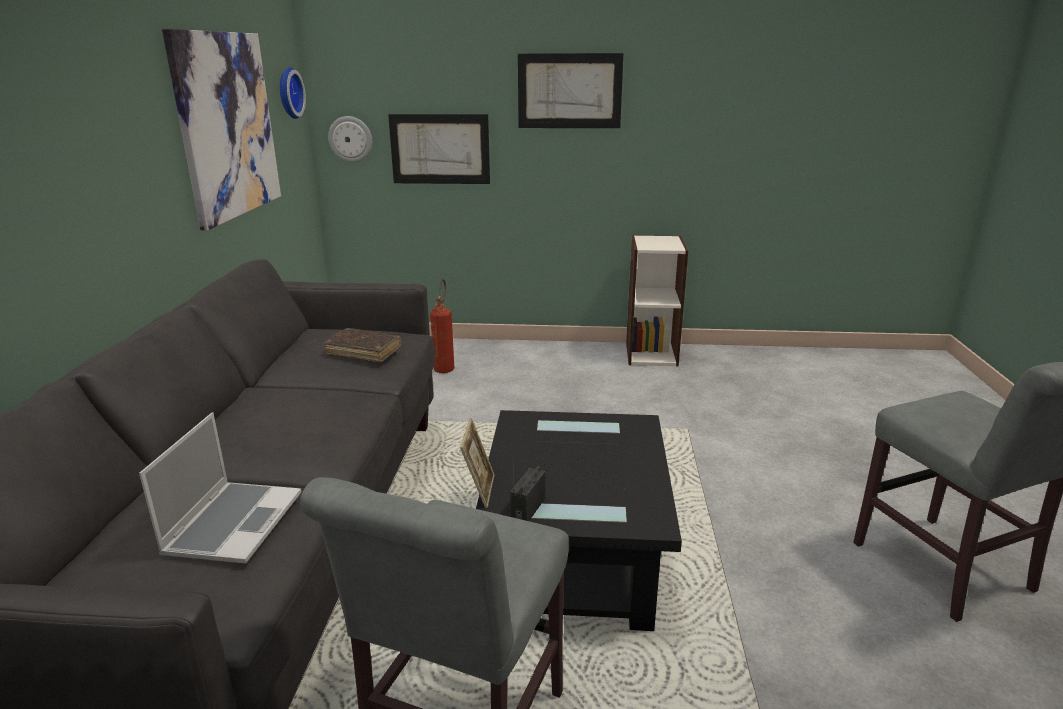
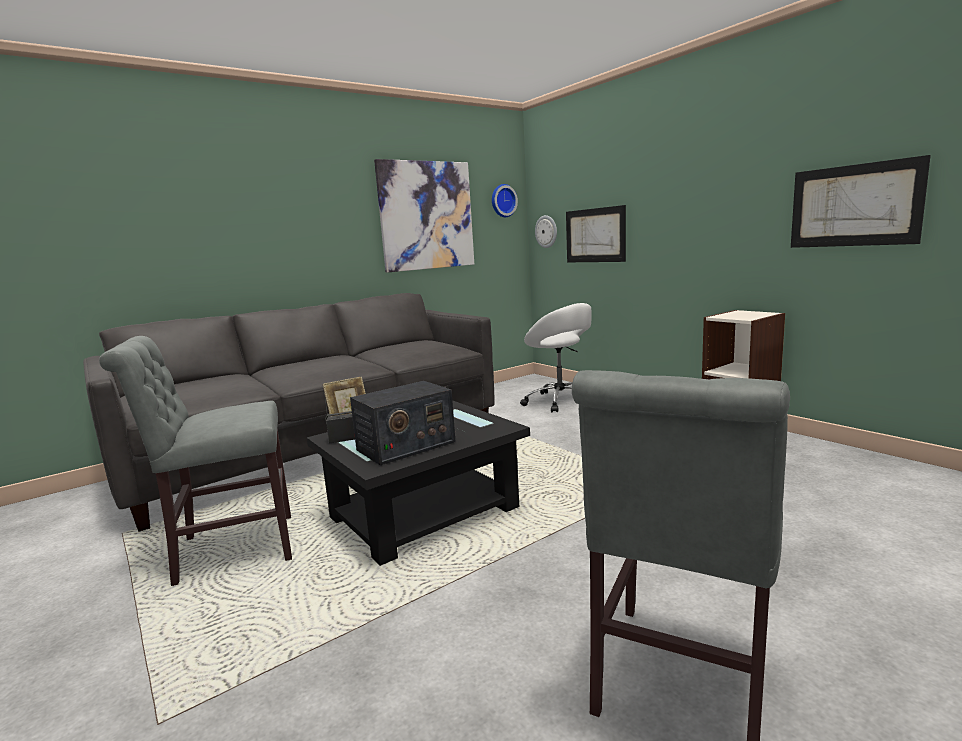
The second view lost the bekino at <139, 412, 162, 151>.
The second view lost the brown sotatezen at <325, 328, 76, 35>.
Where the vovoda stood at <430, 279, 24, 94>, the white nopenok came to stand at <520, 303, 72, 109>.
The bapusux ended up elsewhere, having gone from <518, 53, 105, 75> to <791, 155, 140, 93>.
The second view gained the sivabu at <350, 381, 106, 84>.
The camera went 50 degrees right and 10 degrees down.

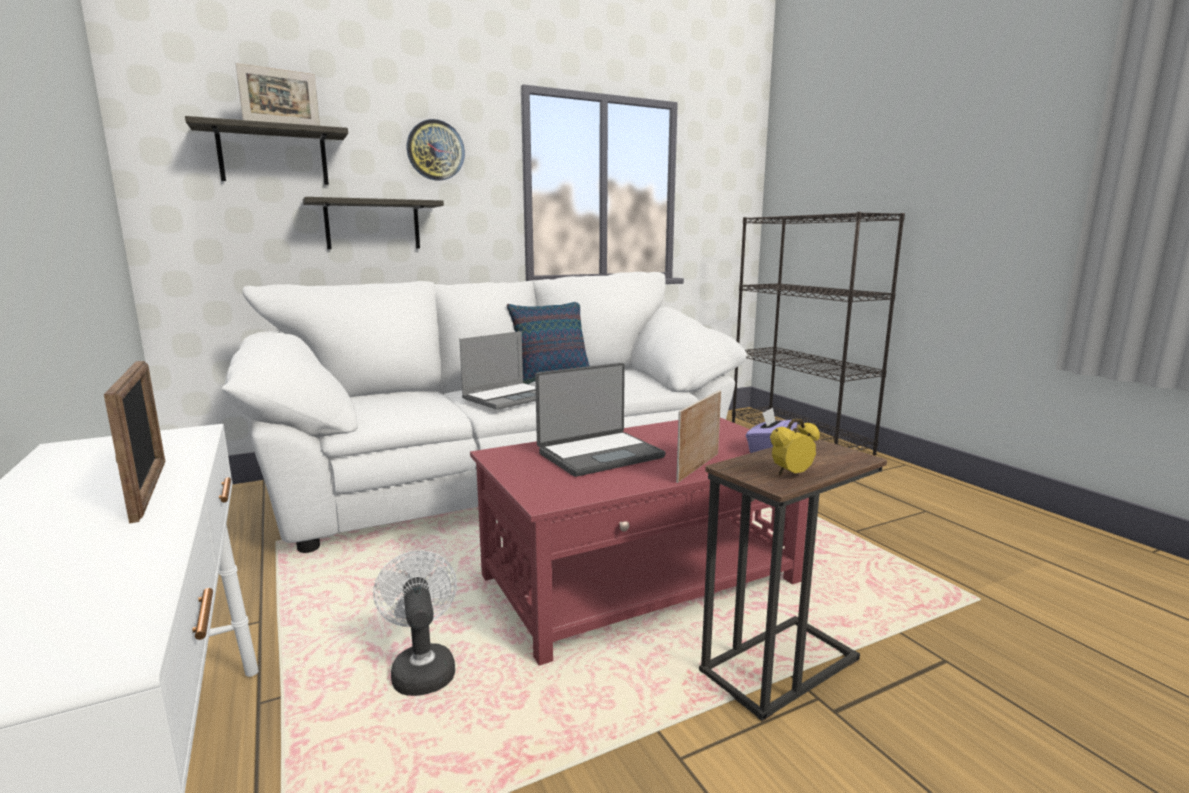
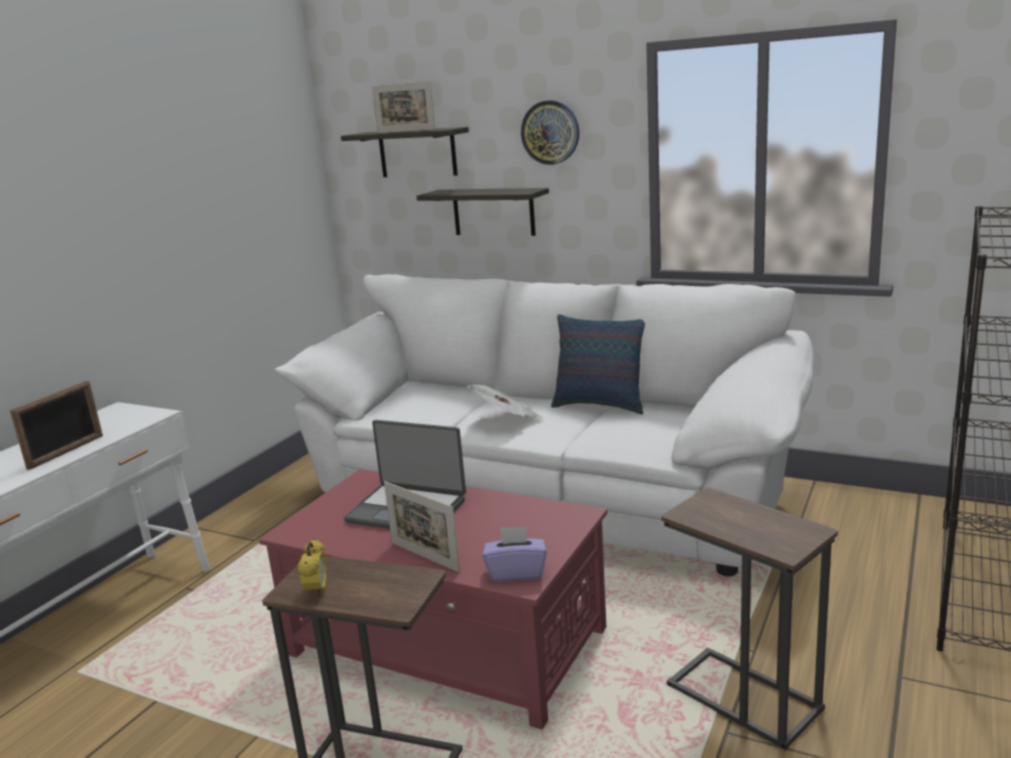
The second view lost the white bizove at <373, 550, 84, 146>.
Where the bekino stood at <459, 331, 77, 79>, the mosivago came to stand at <467, 385, 77, 33>.
The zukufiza at <676, 390, 45, 93> ended up facing another way, 135 degrees counterclockwise from before.
The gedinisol at <770, 419, 50, 56> ended up facing another way, 60 degrees clockwise from before.
The second view gained the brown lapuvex at <661, 487, 177, 263>.
The camera went 55 degrees right and 5 degrees up.

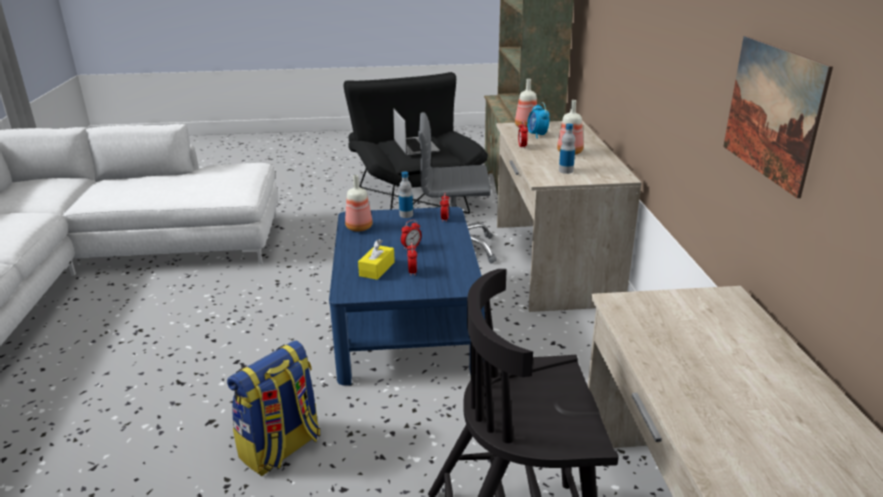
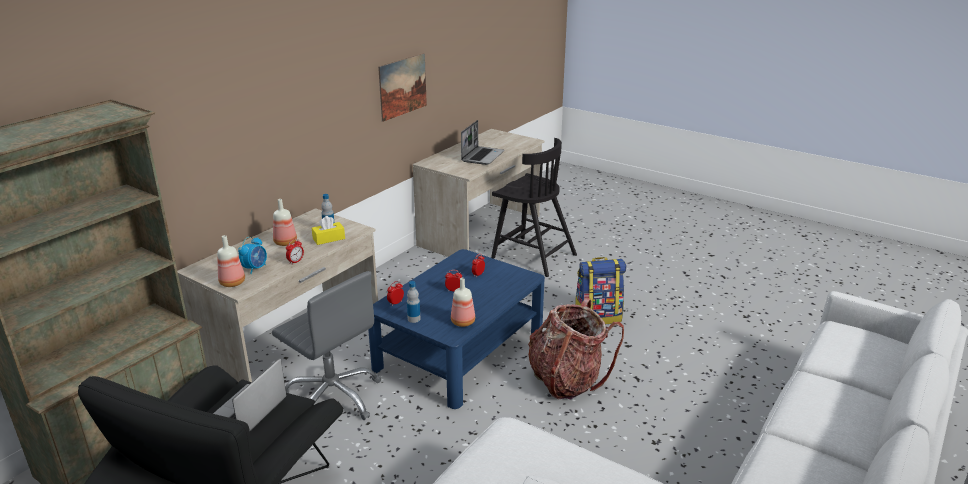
The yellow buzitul ended up elsewhere, having gone from <358, 239, 37, 41> to <312, 216, 33, 29>.
The second view gained the bekino at <461, 120, 43, 45>.
The second view gained the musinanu at <528, 298, 96, 101>.
The camera went 140 degrees left and 0 degrees up.

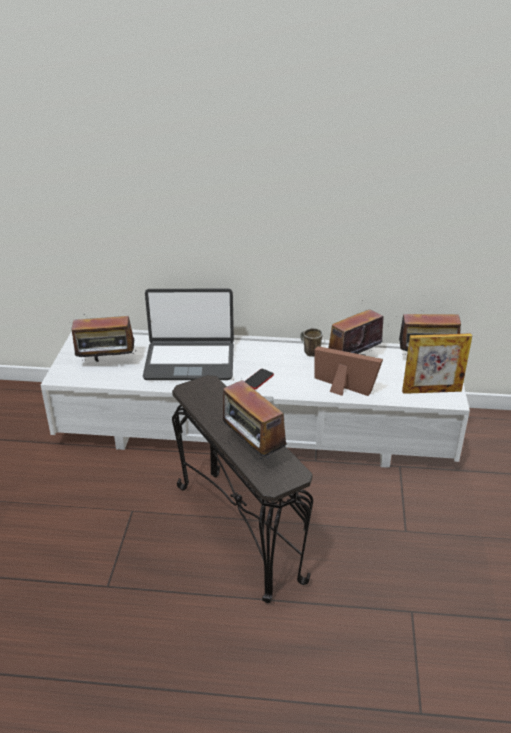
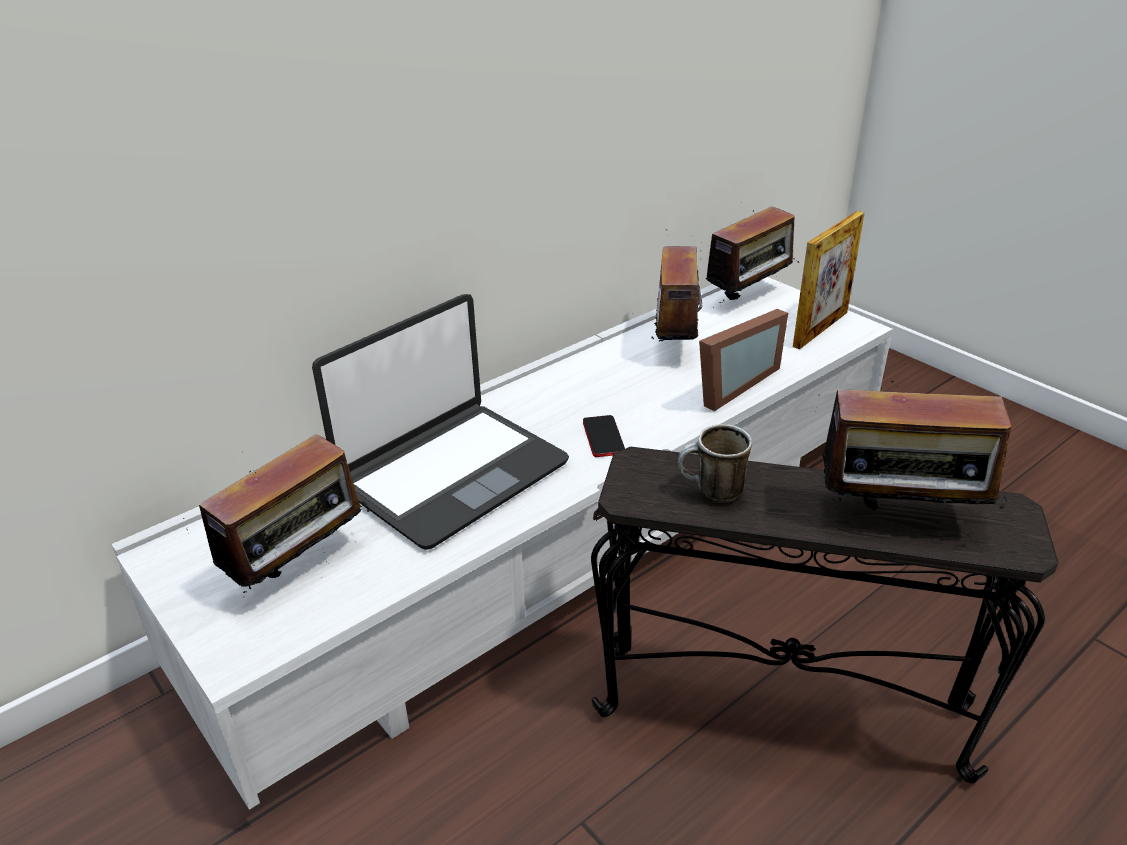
The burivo ended up elsewhere, having gone from <300, 328, 23, 29> to <678, 424, 74, 79>.
The zukufiza at <314, 346, 69, 50> ended up facing another way, 150 degrees clockwise from before.
The camera went 45 degrees left and 0 degrees up.

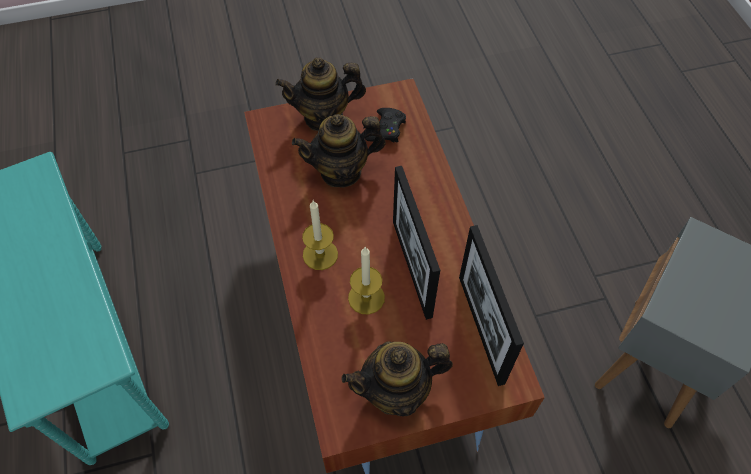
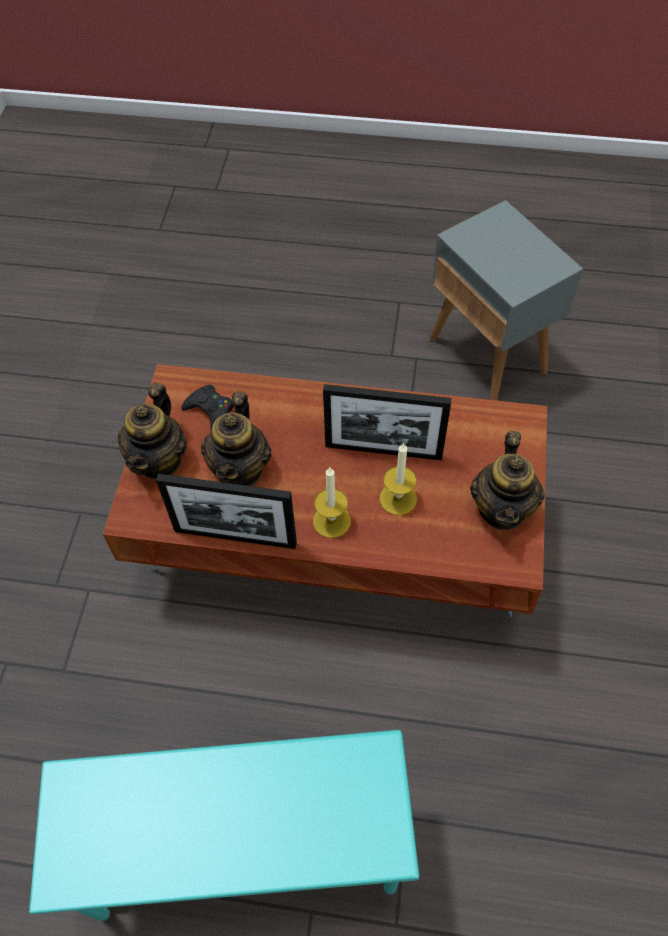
The zukufiza ended up elsewhere, having gone from <459, 225, 65, 161> to <156, 474, 141, 75>.
The camera went 65 degrees left and 0 degrees up.

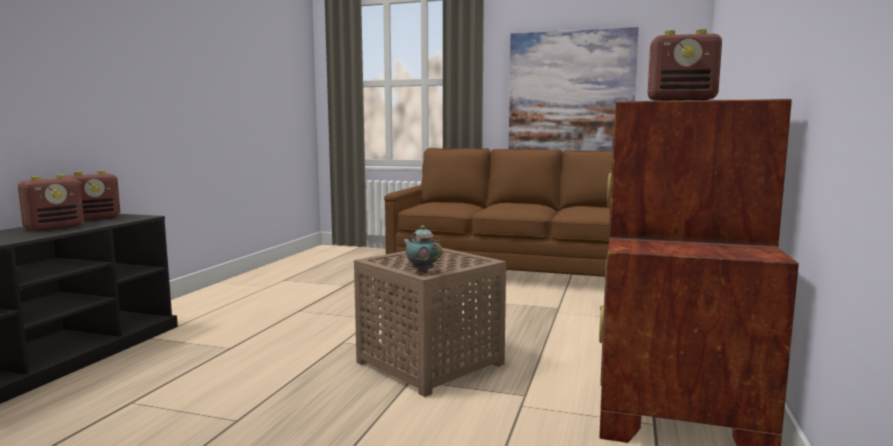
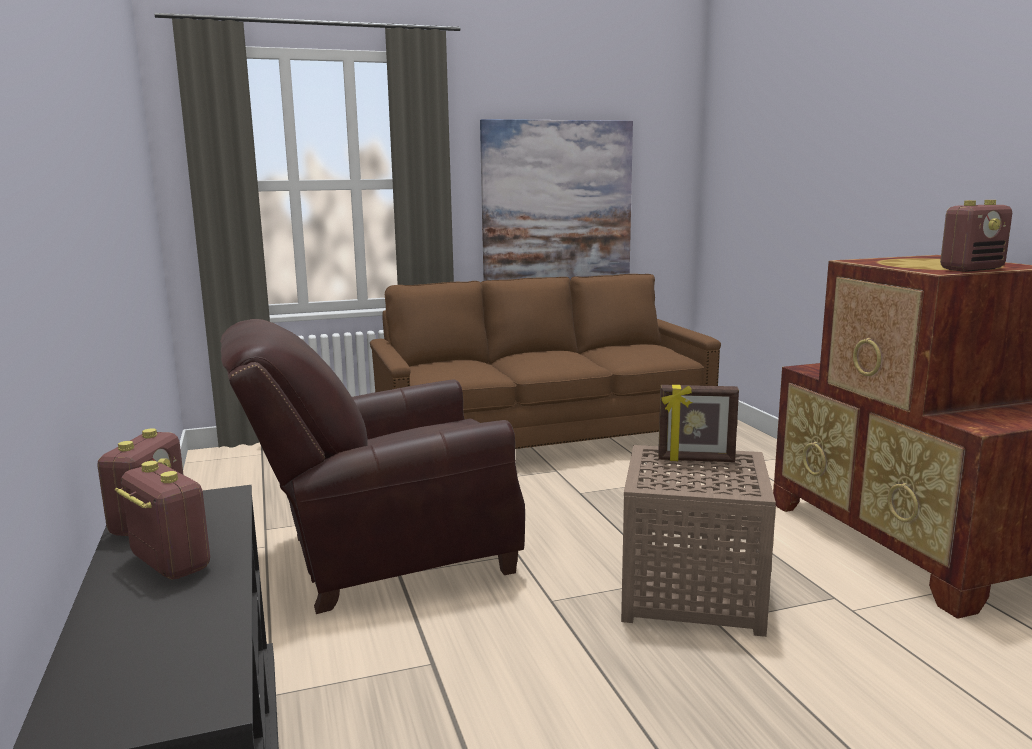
The sivabu at <18, 175, 66, 56> ended up facing another way, 45 degrees counterclockwise from before.
The second view lost the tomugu at <402, 226, 40, 47>.
The second view gained the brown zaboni at <220, 319, 305, 295>.
The second view gained the zukufiza at <658, 385, 81, 77>.
The camera went 35 degrees left and 5 degrees up.

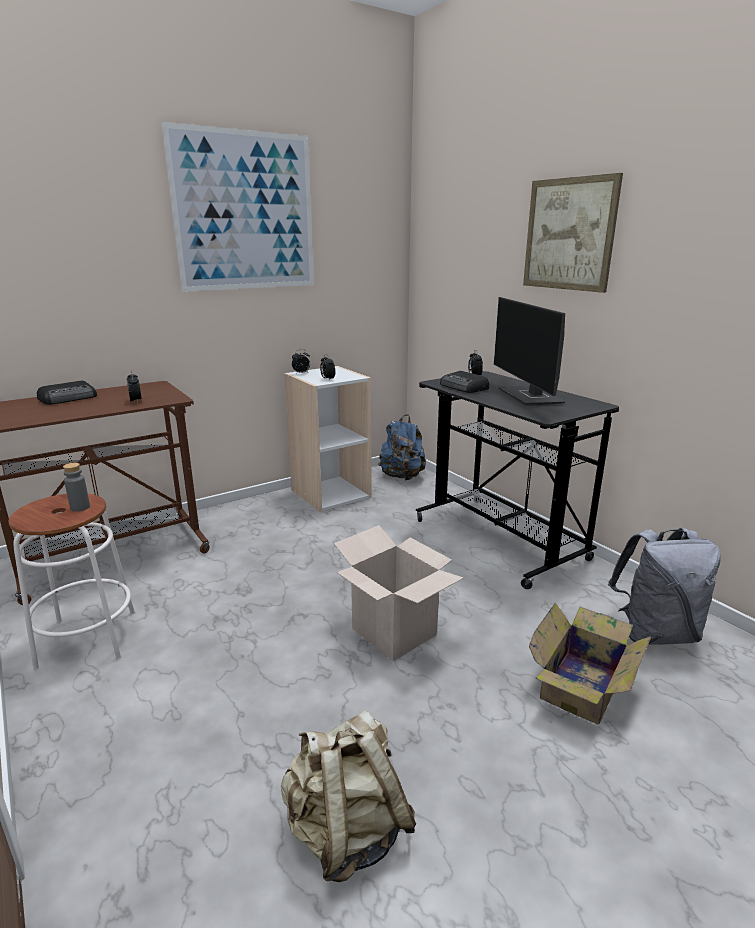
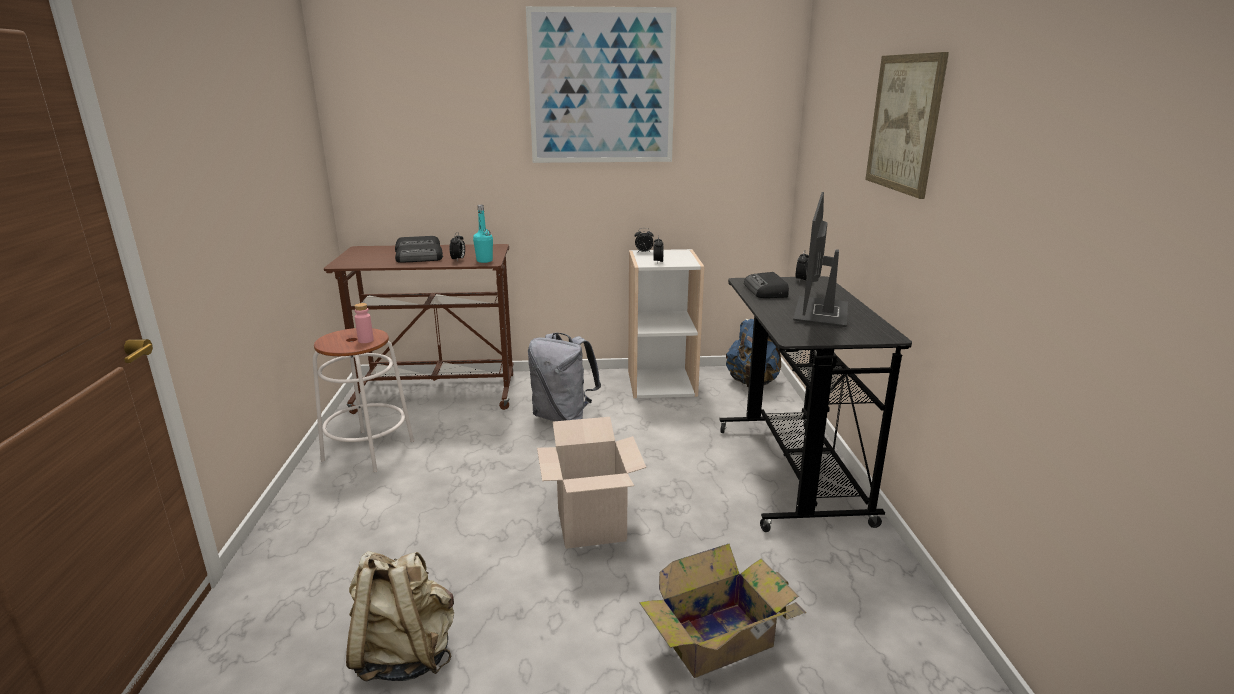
What was the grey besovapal at <63, 463, 27, 49> turned into the pink besovapal at <354, 303, 20, 40>.
The grey musinanu ended up elsewhere, having gone from <608, 528, 113, 117> to <528, 333, 73, 88>.
The second view gained the sivabu at <395, 244, 48, 19>.
The second view gained the turquoise besovapal at <473, 205, 20, 58>.
The camera went 30 degrees right and 0 degrees up.

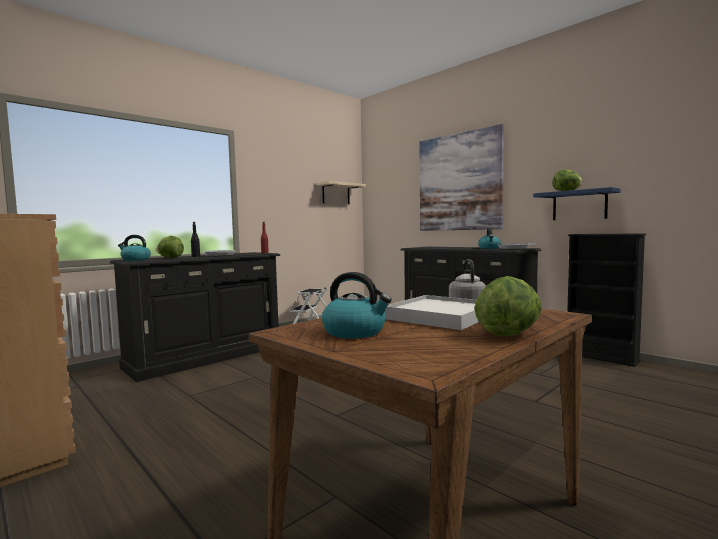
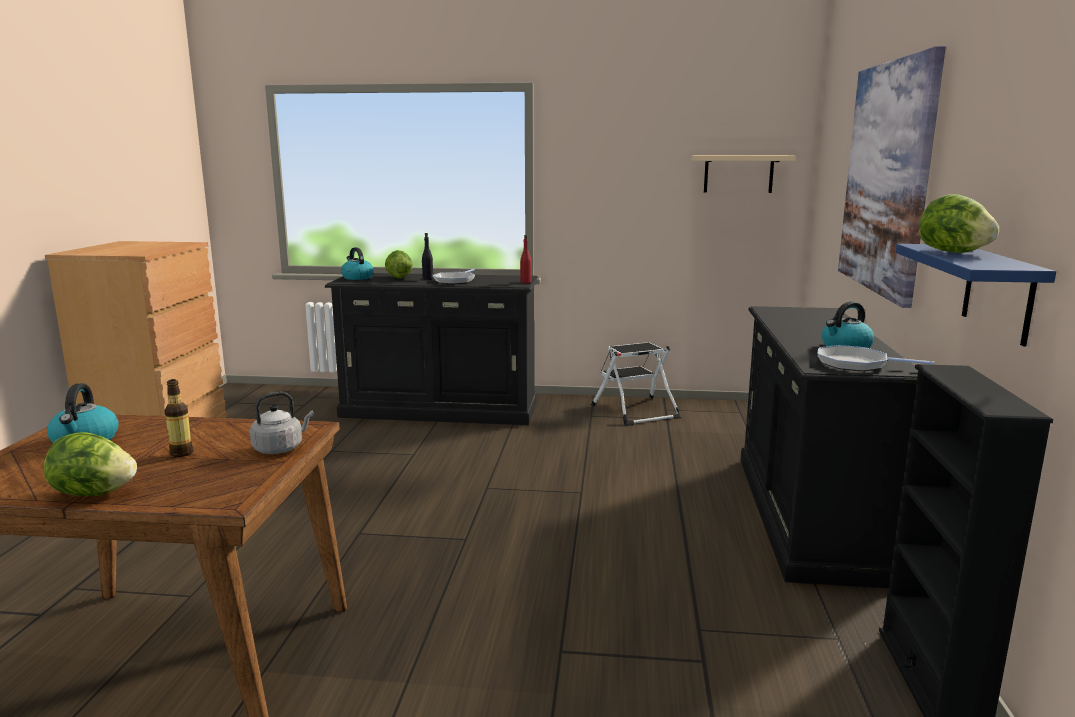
Where the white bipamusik stood at <384, 295, 95, 35>, the besovapal came to stand at <164, 379, 29, 78>.
The camera went 50 degrees right and 10 degrees up.

